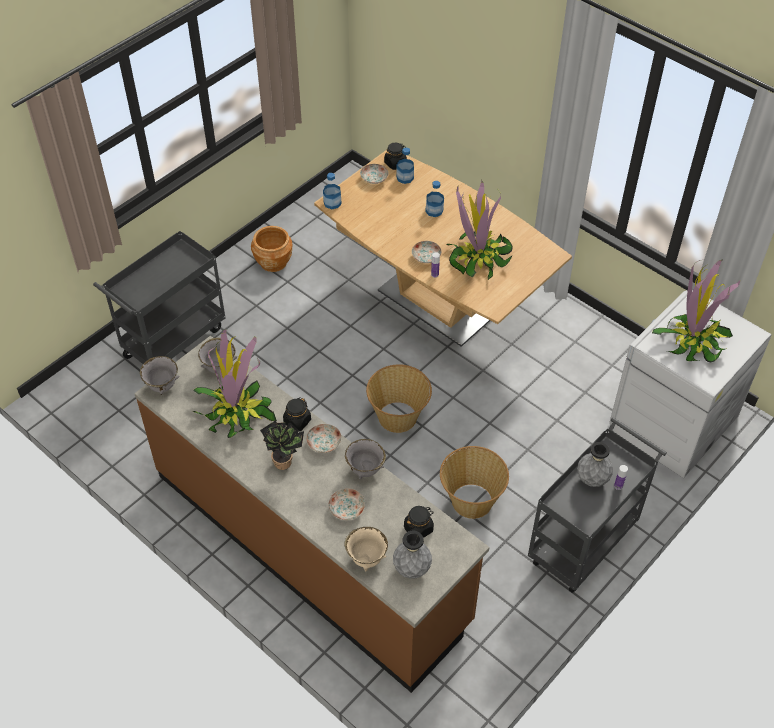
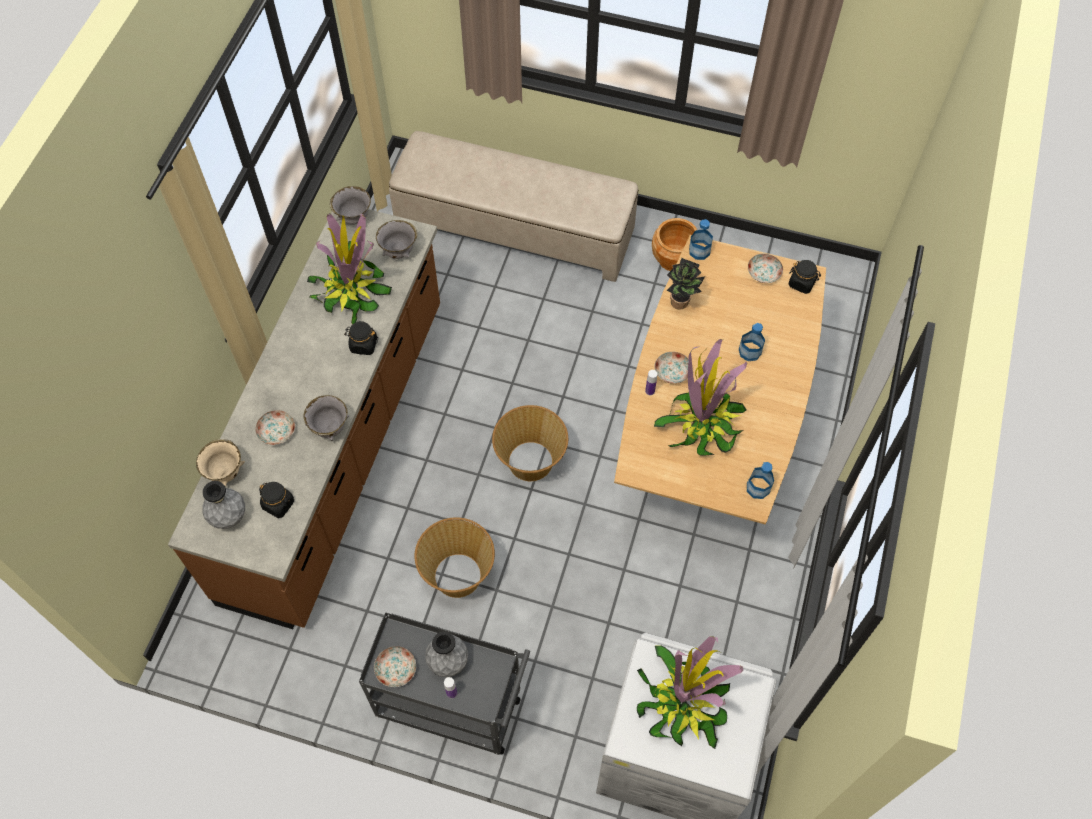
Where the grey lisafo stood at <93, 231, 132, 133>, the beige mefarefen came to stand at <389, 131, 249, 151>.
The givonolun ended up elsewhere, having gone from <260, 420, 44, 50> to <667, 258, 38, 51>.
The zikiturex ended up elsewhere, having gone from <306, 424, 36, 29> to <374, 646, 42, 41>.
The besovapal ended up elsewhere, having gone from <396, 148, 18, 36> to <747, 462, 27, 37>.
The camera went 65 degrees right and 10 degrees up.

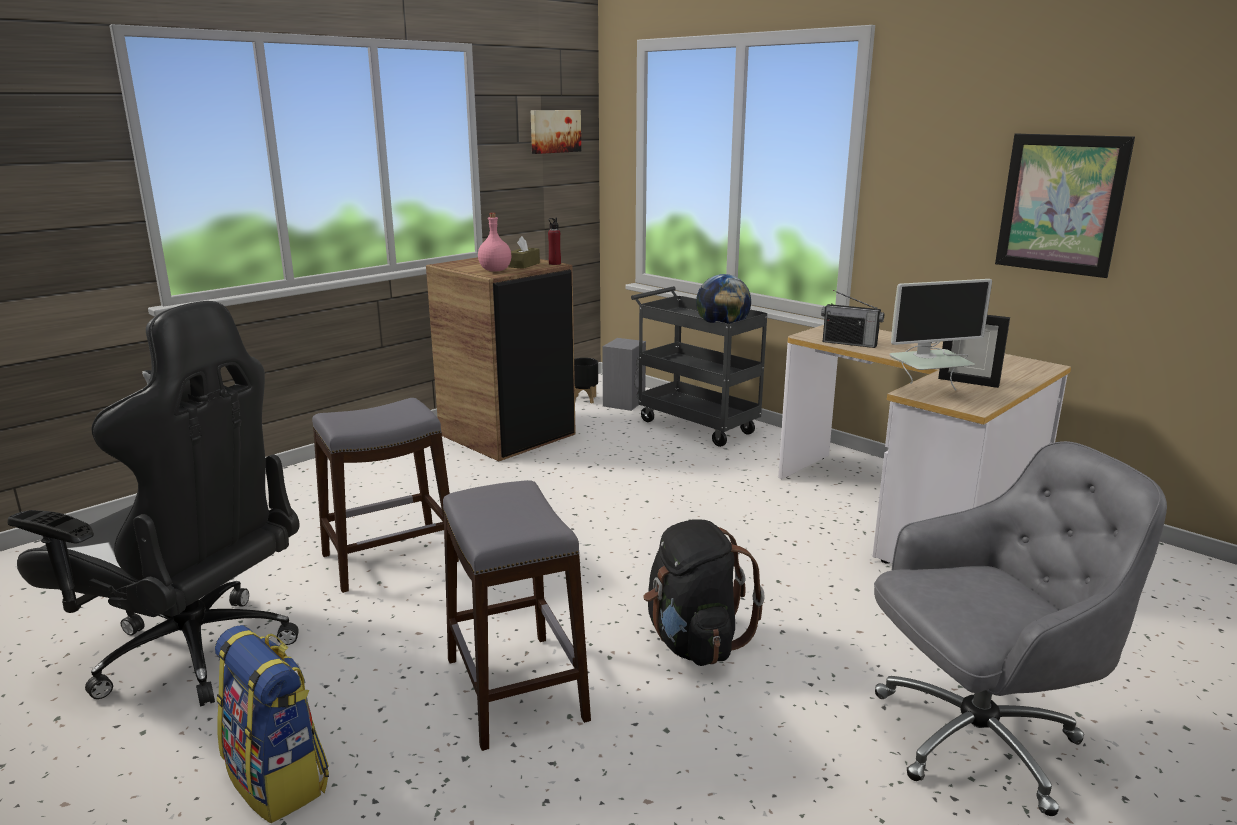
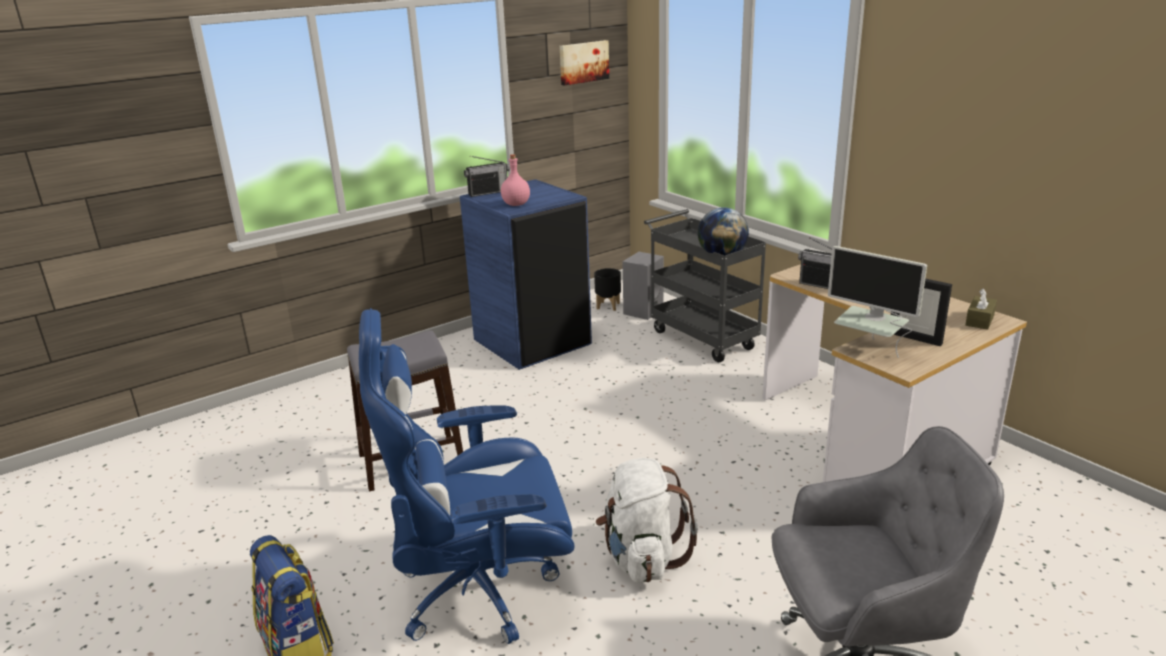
The second view lost the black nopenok at <8, 301, 292, 405>.
What was the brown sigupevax at <426, 257, 150, 204> turned into the blue sigupevax at <460, 179, 132, 191>.
Where the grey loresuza stood at <443, 480, 148, 271>, the blue nopenok came to stand at <359, 308, 216, 336>.
The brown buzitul ended up elsewhere, having gone from <508, 236, 32, 33> to <965, 288, 32, 42>.
The second view lost the red besovapal at <548, 218, 13, 47>.
What was the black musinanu at <644, 519, 121, 147> turned into the white musinanu at <596, 458, 102, 125>.
The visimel at <890, 279, 102, 112> ended up facing another way, 45 degrees clockwise from before.
The second view lost the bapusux at <995, 134, 140, 144>.
The second view gained the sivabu at <464, 156, 45, 41>.
The camera went 10 degrees right and 5 degrees up.

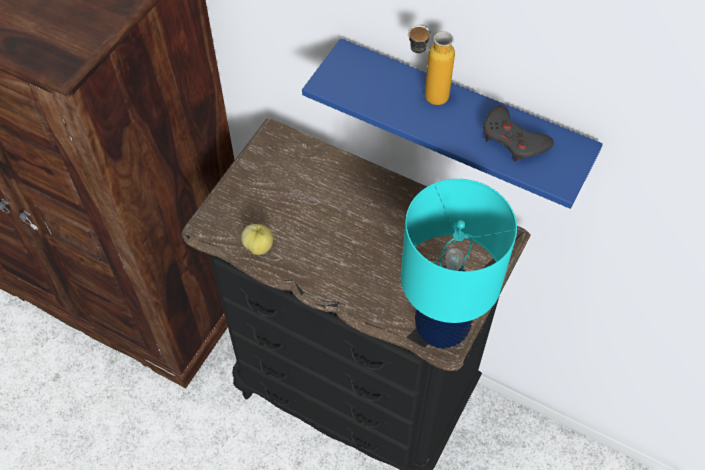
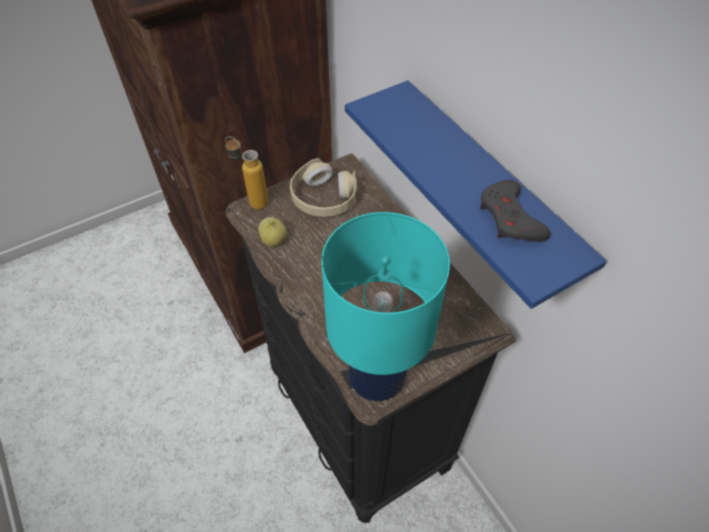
The besovapal ended up elsewhere, having gone from <408, 25, 47, 80> to <225, 136, 44, 73>.
The second view gained the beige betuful at <290, 158, 67, 59>.
The camera went 30 degrees right and 5 degrees down.

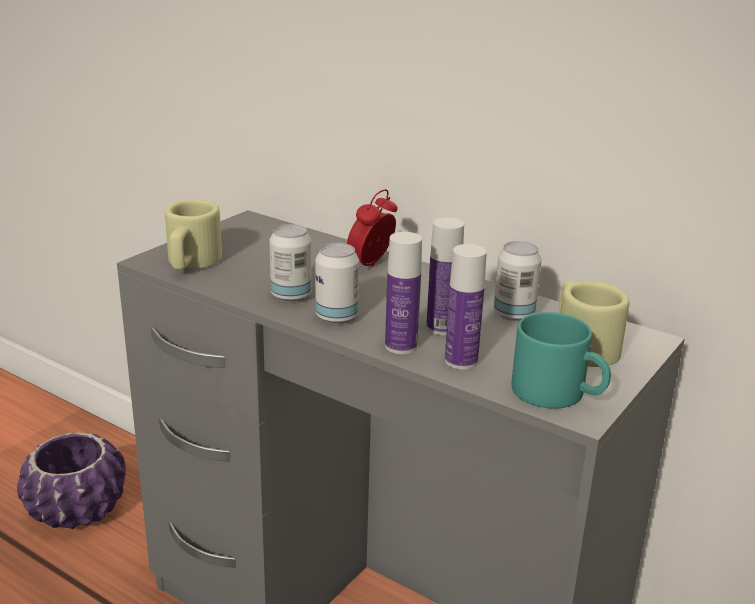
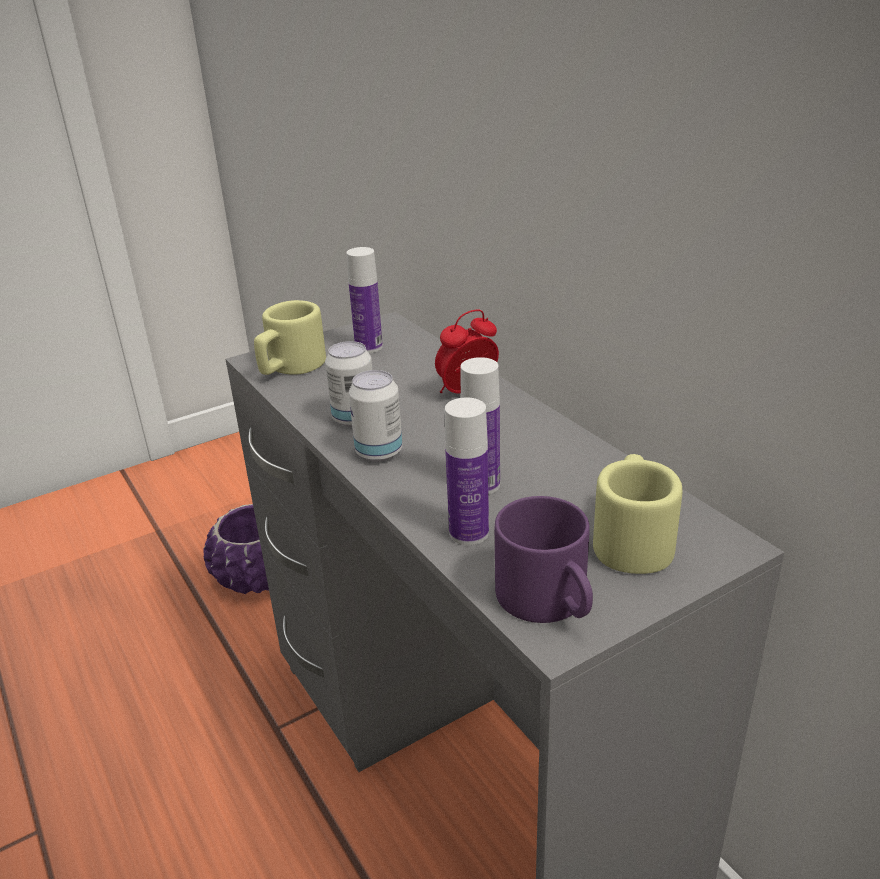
The besovapal ended up elsewhere, having gone from <385, 232, 37, 122> to <346, 247, 37, 106>.
The second view lost the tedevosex at <494, 241, 48, 80>.
What was the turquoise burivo at <511, 312, 100, 97> turned into the purple burivo at <495, 496, 98, 127>.
The camera went 25 degrees right and 5 degrees up.

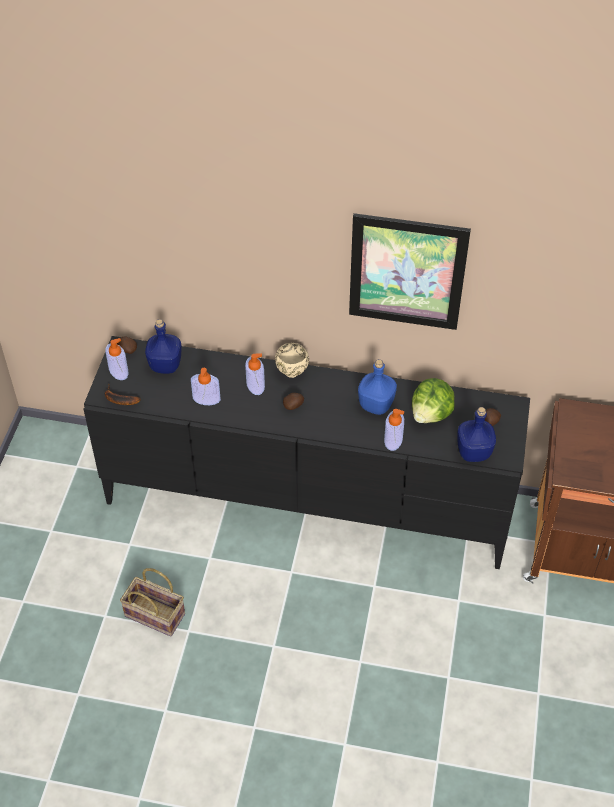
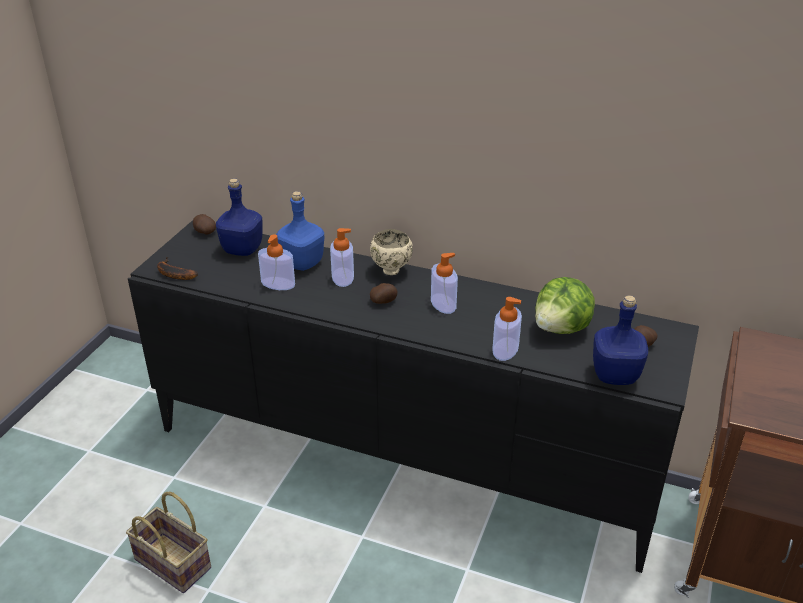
The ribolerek ended up elsewhere, having gone from <105, 338, 24, 42> to <431, 253, 27, 61>.
The second view lost the bapusux at <349, 213, 122, 117>.
The blue besovapal ended up elsewhere, having gone from <358, 359, 39, 56> to <276, 191, 48, 80>.
The camera went 10 degrees right and 15 degrees down.

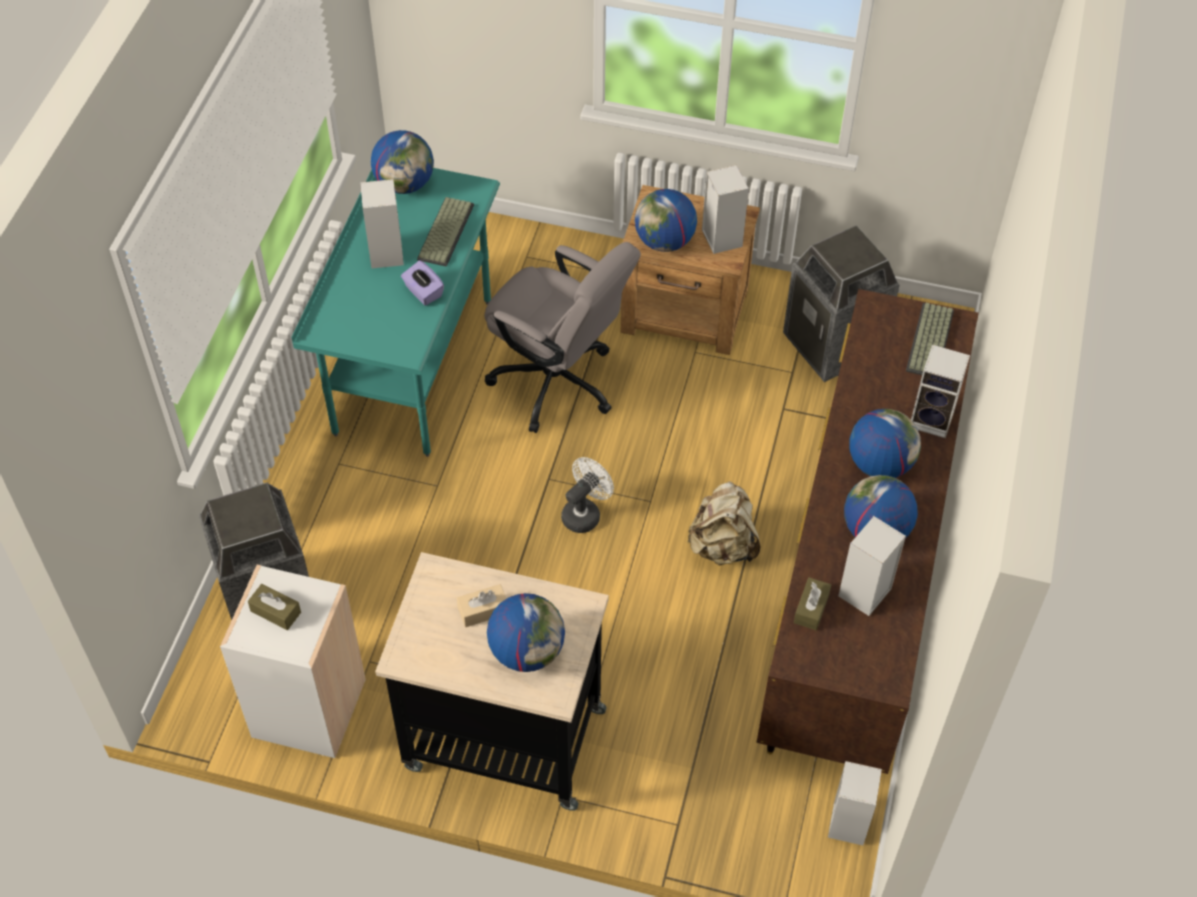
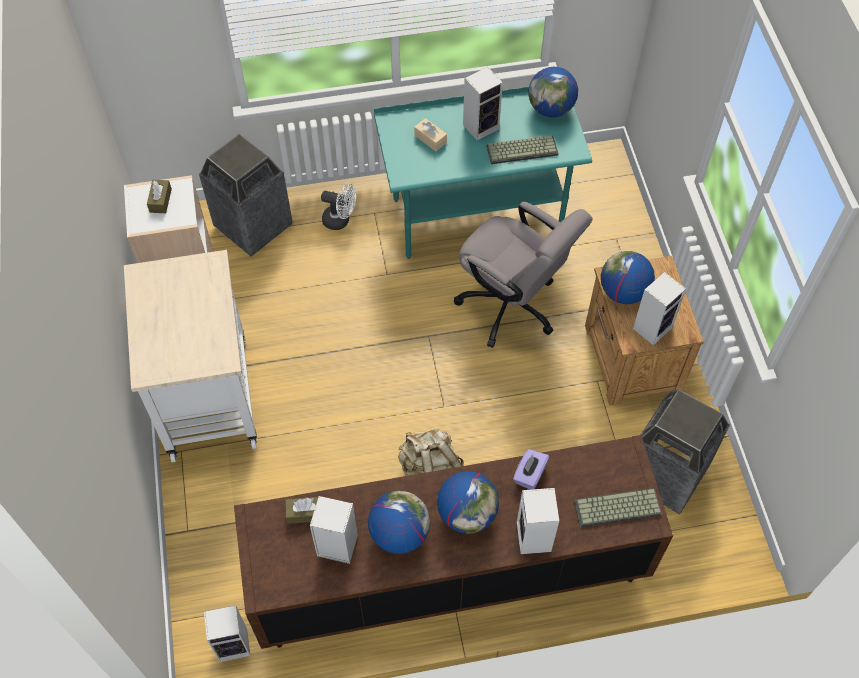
What was the black lisafo at <375, 552, 234, 259> turned into the white lisafo at <124, 250, 133, 213>.
The purple buzitul ended up elsewhere, having gone from <401, 260, 43, 46> to <513, 449, 36, 41>.
The beige buzitul ended up elsewhere, having gone from <457, 584, 49, 43> to <414, 118, 33, 33>.
The grey nopenok at <485, 242, 156, 191> ended up facing another way, 60 degrees counterclockwise from before.
The second view lost the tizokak at <487, 593, 78, 79>.
The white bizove ended up elsewhere, having gone from <561, 457, 53, 76> to <321, 183, 35, 47>.
The camera went 65 degrees right and 5 degrees up.

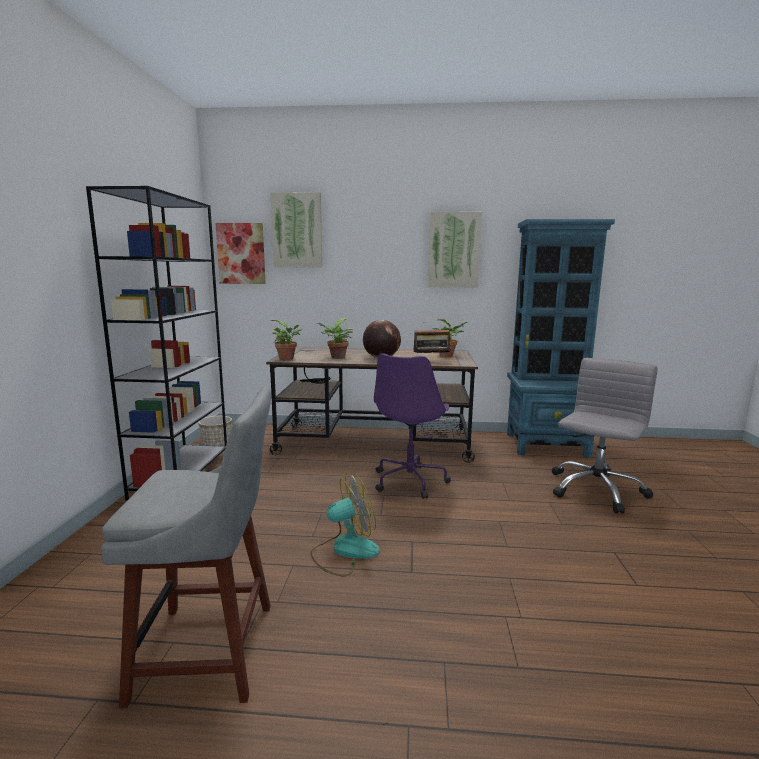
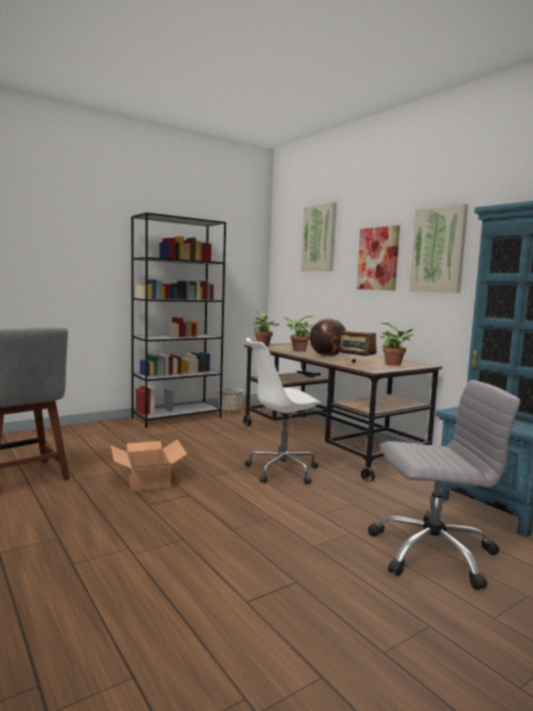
The bapusux ended up elsewhere, having gone from <215, 223, 51, 61> to <356, 225, 44, 66>.
Where the bizove stood at <310, 473, 70, 103>, the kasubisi came to stand at <110, 439, 77, 52>.
What was the purple nopenok at <374, 353, 77, 146> turned into the white nopenok at <245, 338, 77, 146>.
The camera went 50 degrees right and 5 degrees down.

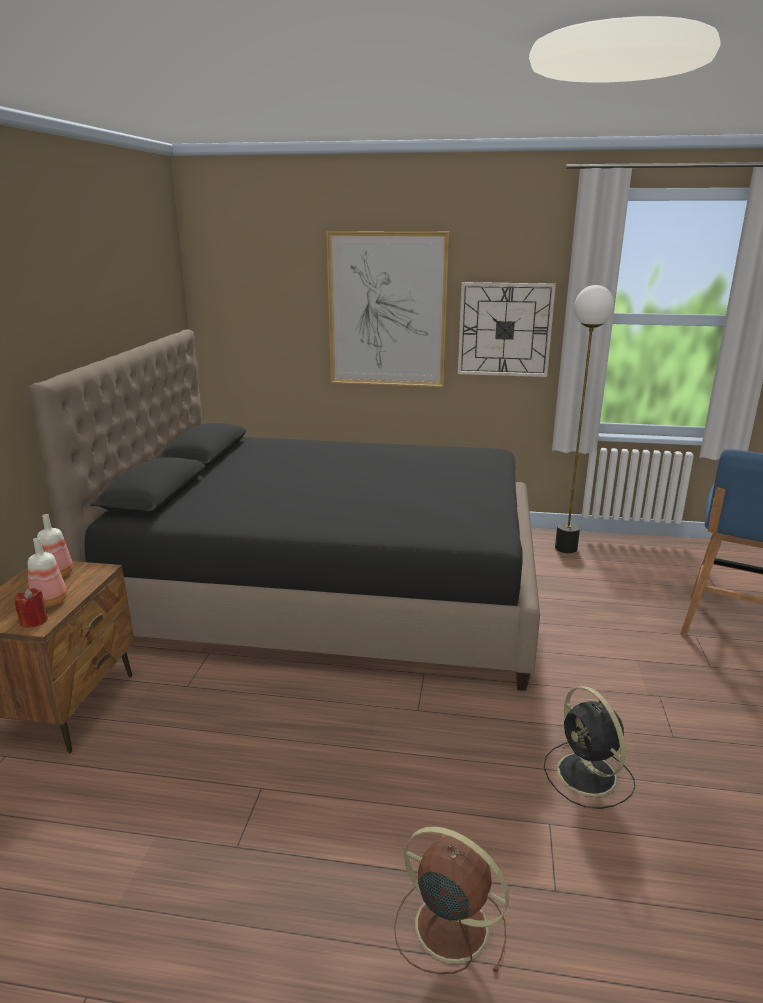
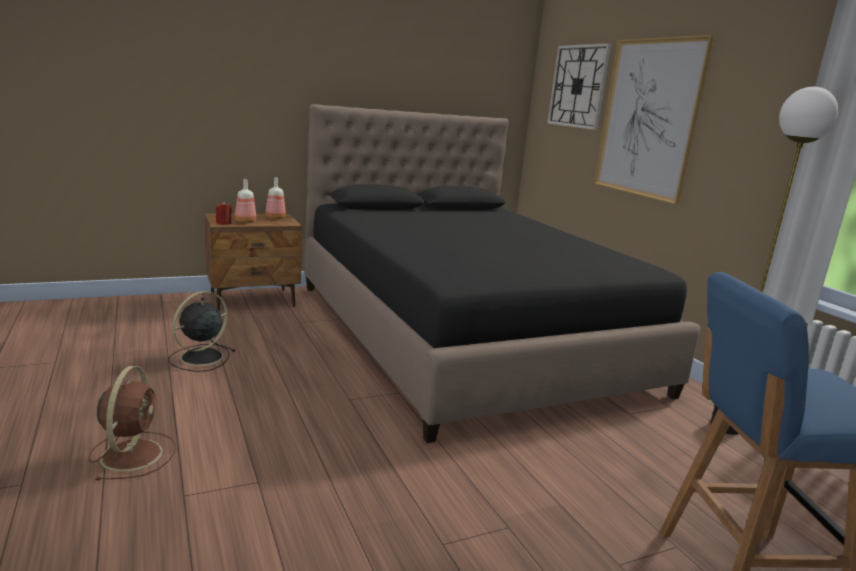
The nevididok ended up elsewhere, having gone from <458, 282, 98, 95> to <548, 43, 63, 87>.
The black bizove ended up elsewhere, having gone from <544, 686, 91, 123> to <168, 291, 68, 81>.
The camera went 55 degrees right and 5 degrees down.

